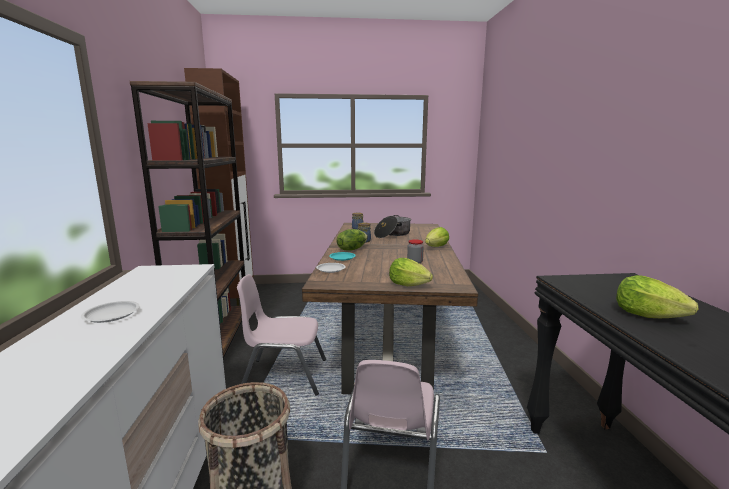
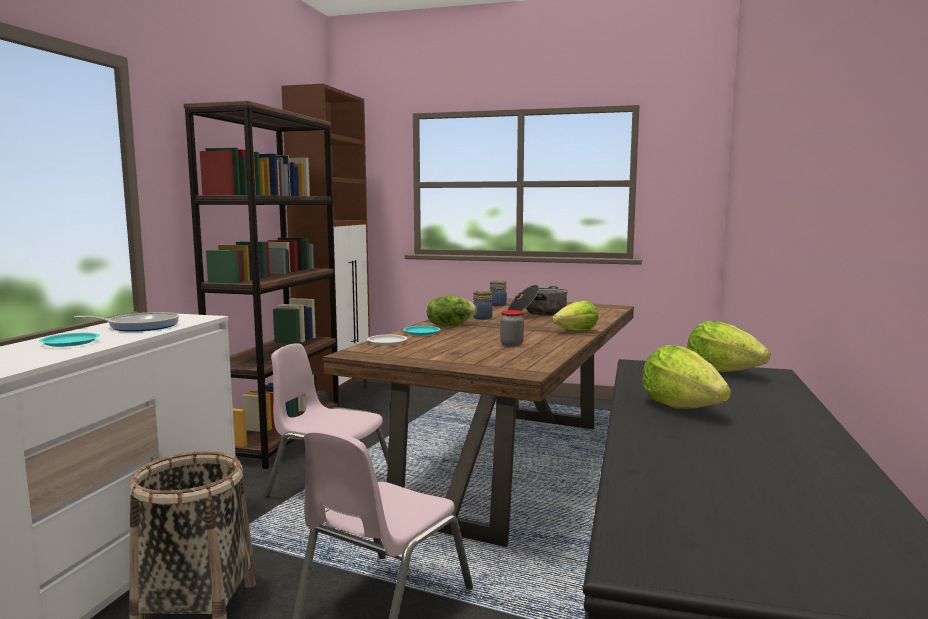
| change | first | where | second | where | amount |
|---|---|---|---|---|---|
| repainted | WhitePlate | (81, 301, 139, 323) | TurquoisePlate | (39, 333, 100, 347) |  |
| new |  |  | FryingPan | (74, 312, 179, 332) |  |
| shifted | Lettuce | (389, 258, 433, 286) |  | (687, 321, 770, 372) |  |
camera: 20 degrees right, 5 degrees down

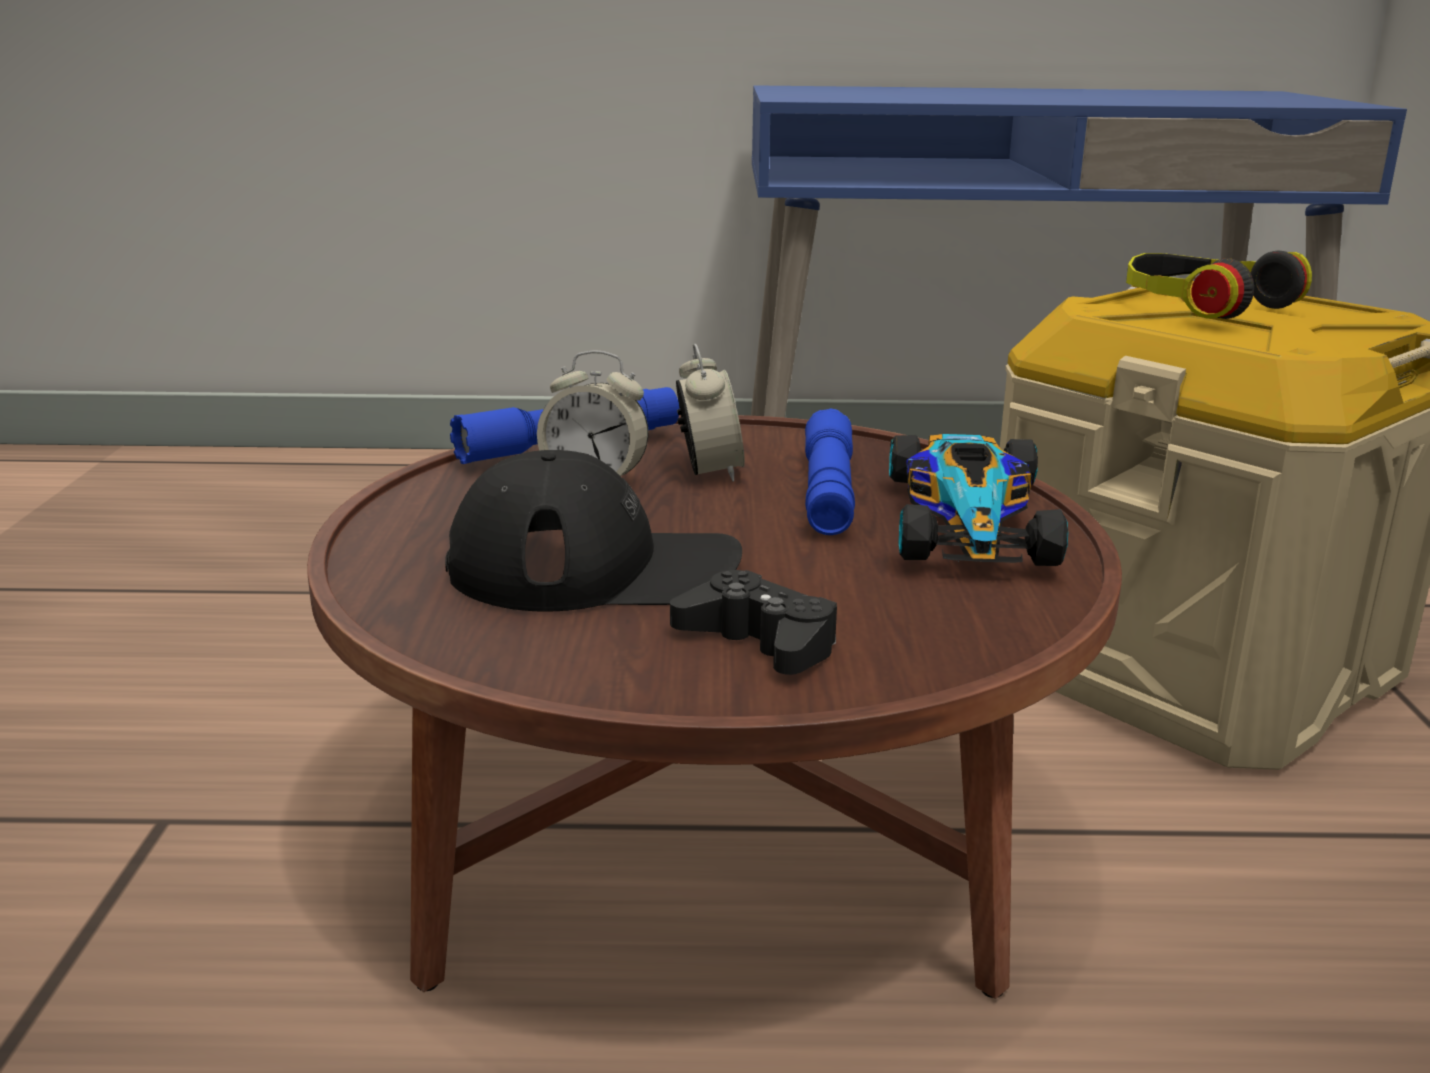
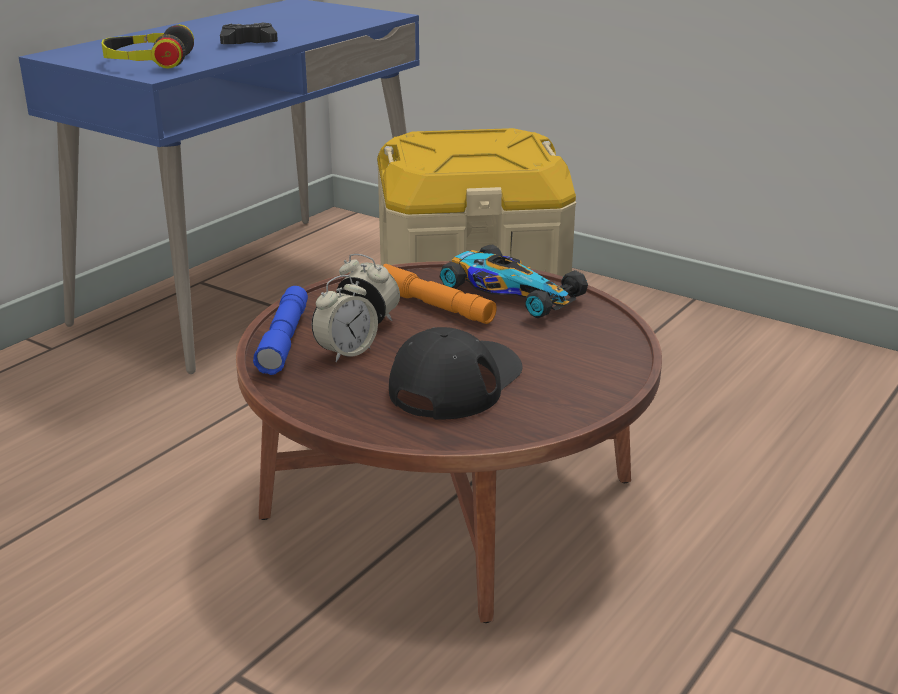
| change | first | where | second | where | amount |
|---|---|---|---|---|---|
| shifted | Headphones | (1126, 251, 1312, 319) |  | (102, 24, 194, 69) |  |
| shifted | BlackGameController | (670, 570, 837, 675) |  | (220, 23, 278, 44) |  |
| repainted | BlueFlashlight | (805, 408, 855, 535) | OrangeFlashlight | (383, 264, 497, 324) |  |
camera: 55 degrees left, 5 degrees up

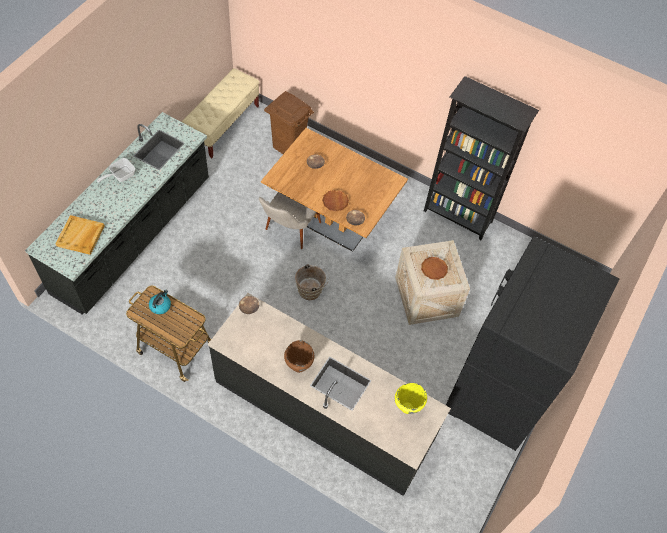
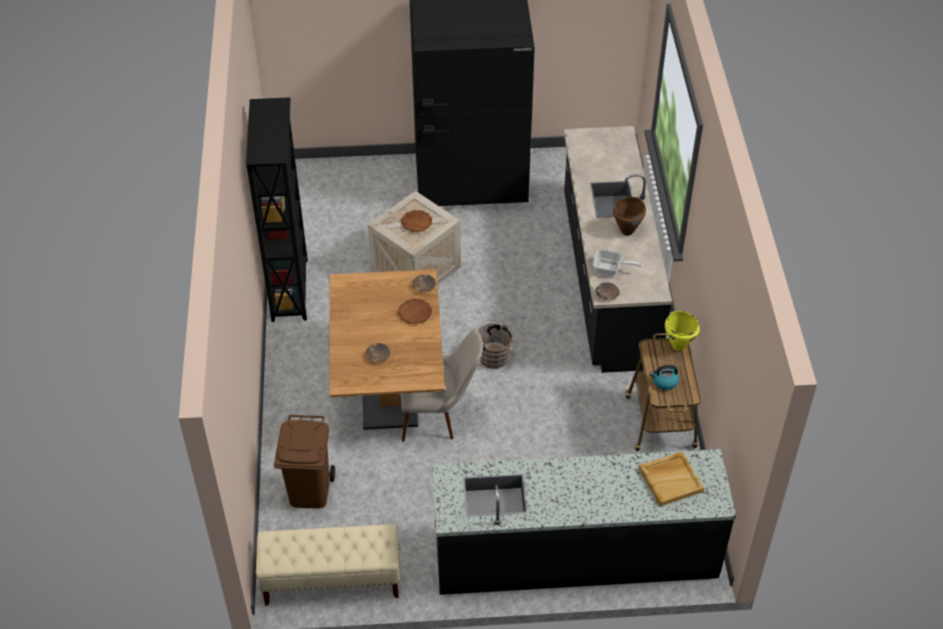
| change | first | where | second | where | amount |
|---|---|---|---|---|---|
| shifted | FryingPan | (97, 158, 135, 183) |  | (593, 249, 642, 276) |  |
| shifted | YellowCookingPot | (395, 383, 427, 414) |  | (665, 311, 700, 351) |  |
camera: 120 degrees left, 10 degrees down

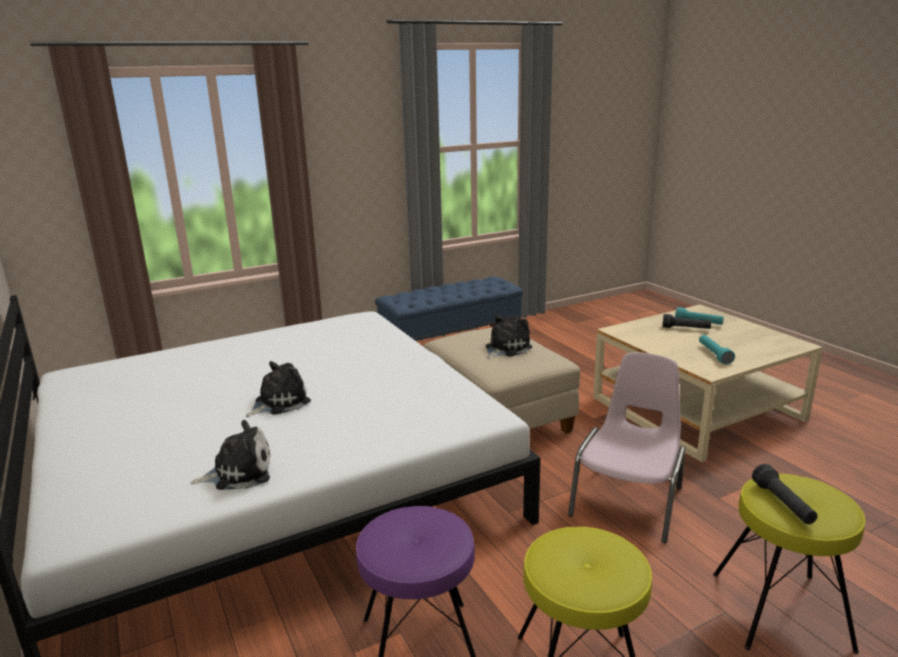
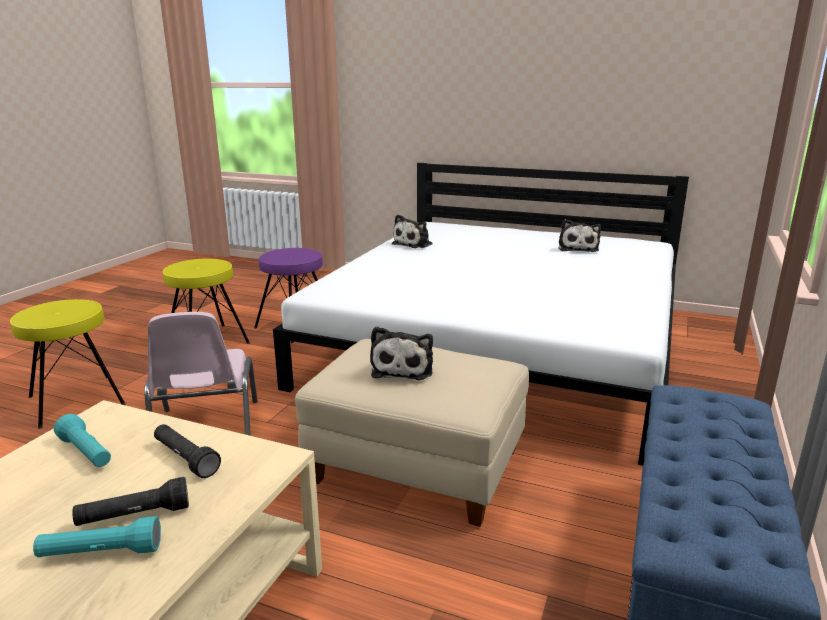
| change | first | where | second | where | amount |
|---|---|---|---|---|---|
| shifted | BlackFlashlight | (752, 464, 818, 524) |  | (154, 424, 221, 478) |  |
| shifted | PlushToy | (246, 361, 311, 417) |  | (558, 219, 601, 252) |  |
camera: 140 degrees right, 0 degrees up

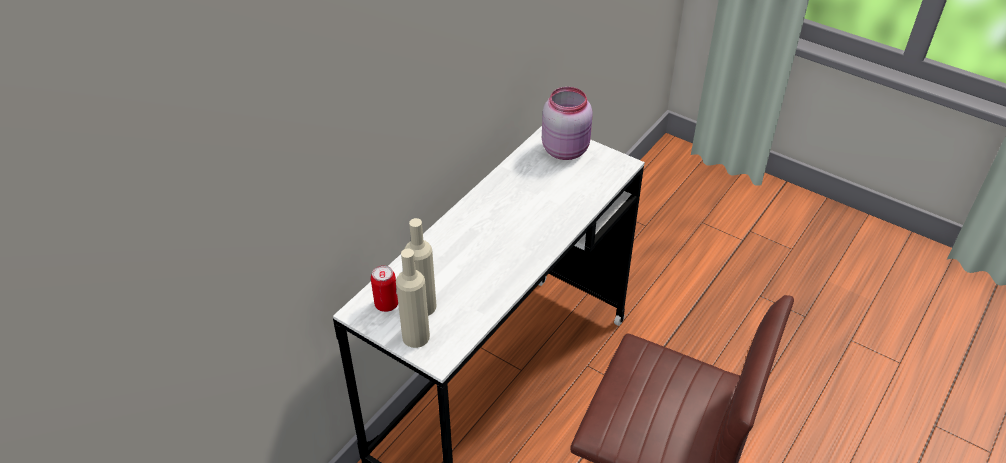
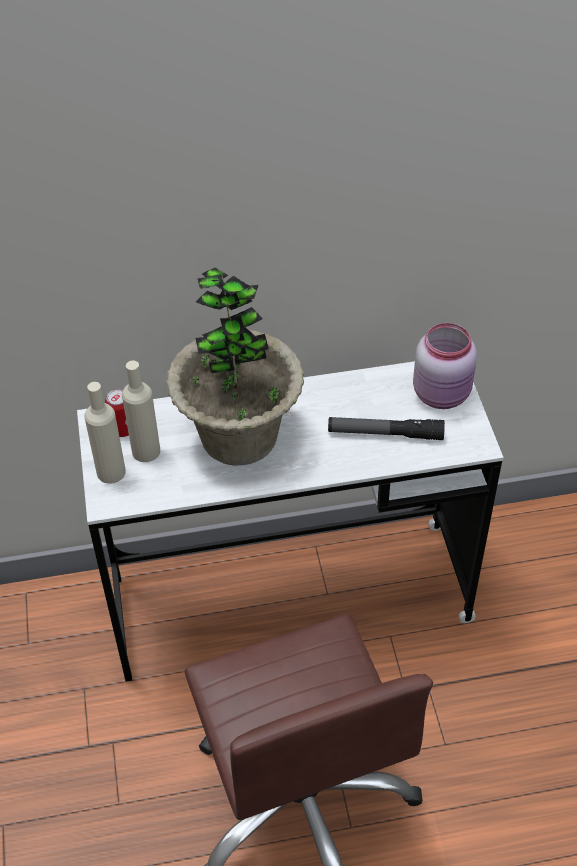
| change | first | where | second | where | amount |
|---|---|---|---|---|---|
| new |  |  | PottedPlant | (166, 267, 304, 465) |  |
| new |  |  | Flashlight | (328, 417, 445, 440) |  |
camera: 45 degrees right, 5 degrees up

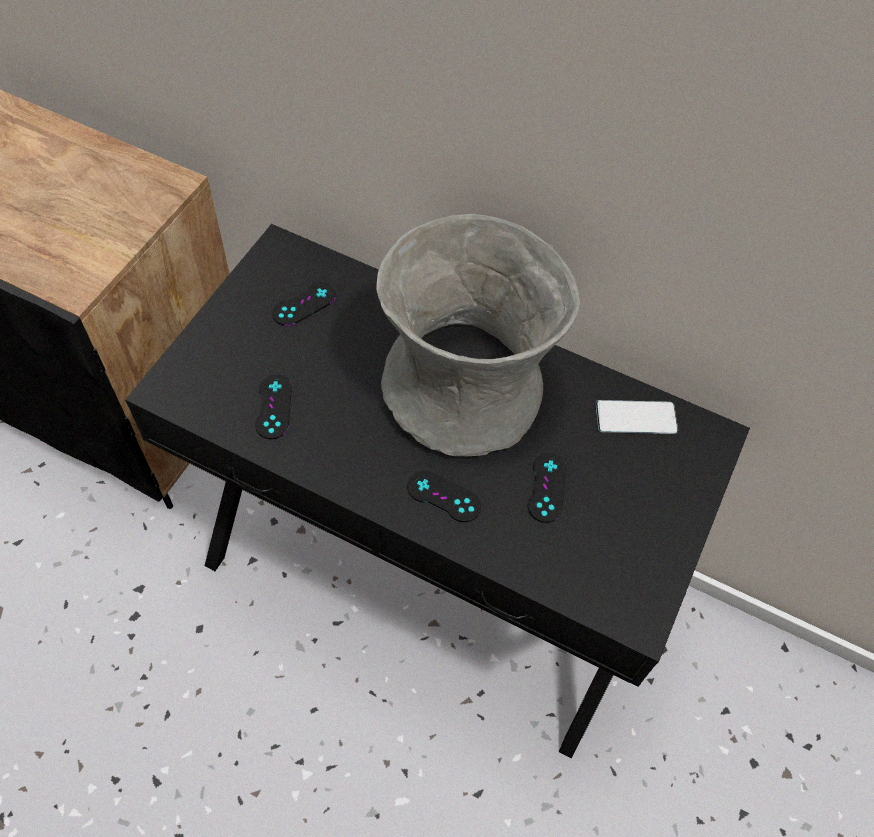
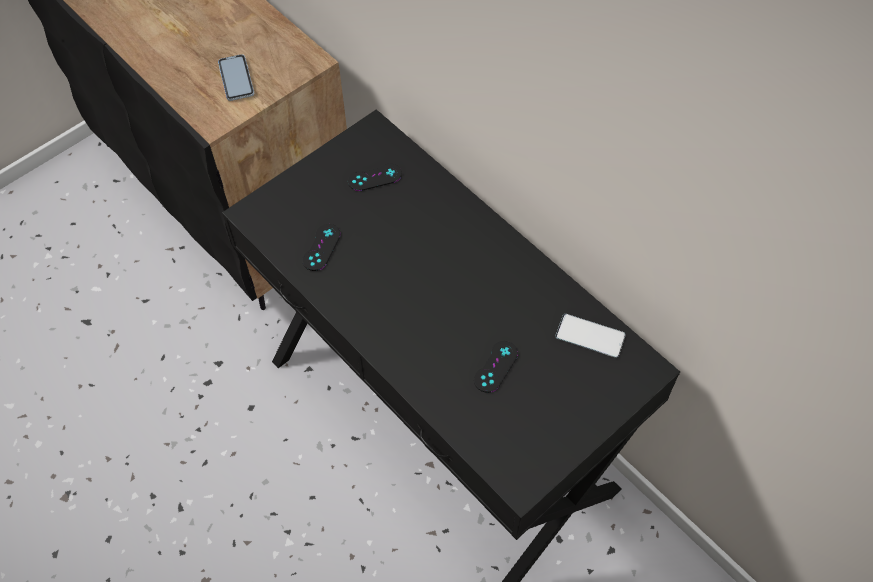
| change | first | where | second | where | amount |
|---|---|---|---|---|---|
| new |  |  | Phone | (218, 54, 254, 101) |  |
| gone | GreyVase | (376, 214, 580, 456) |  |  |  |
| gone | BlackGameController | (407, 471, 481, 522) |  |  |  |
camera: 25 degrees right, 0 degrees up

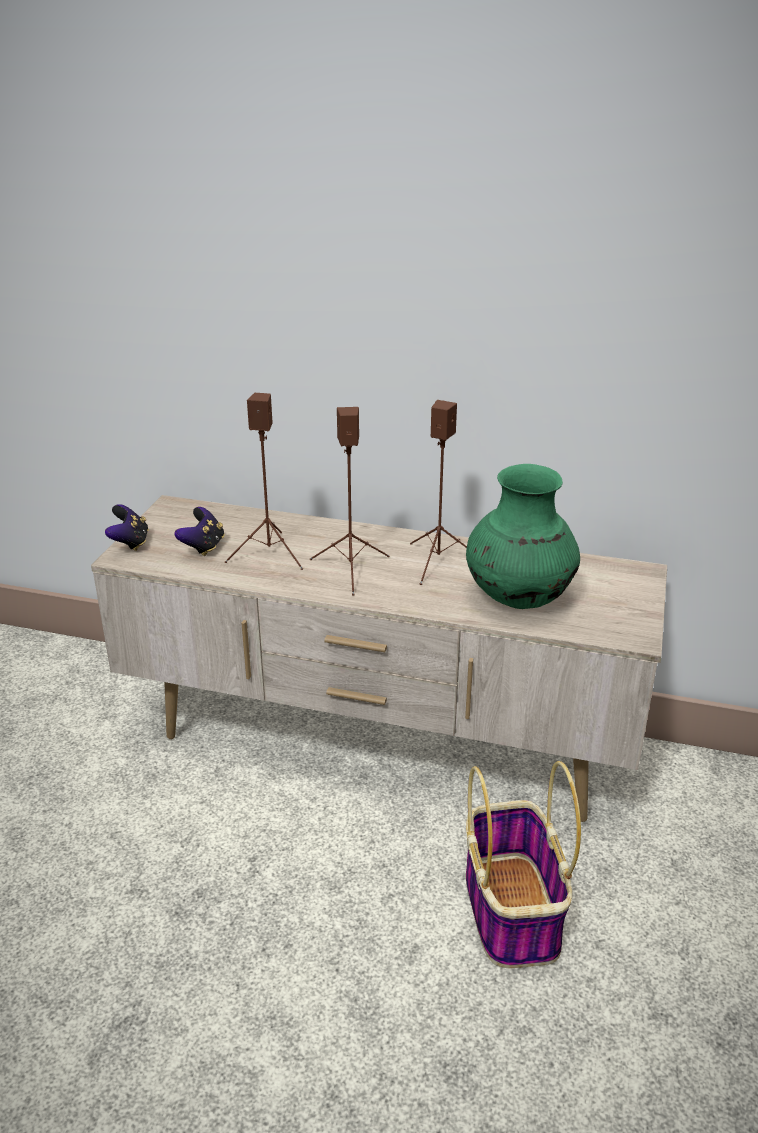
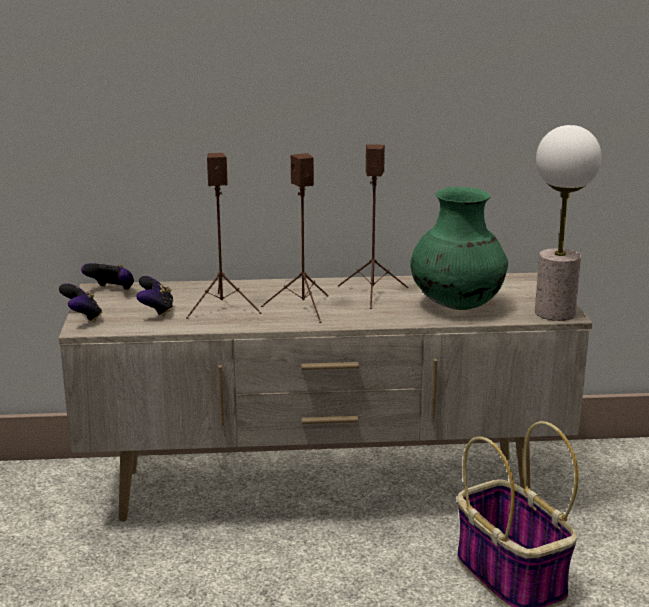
| change | first | where | second | where | amount |
|---|---|---|---|---|---|
| new |  |  | GameController | (81, 263, 134, 290) |  |
| new |  |  | TableLamp | (535, 125, 601, 321) |  |
camera: 20 degrees left, 10 degrees down

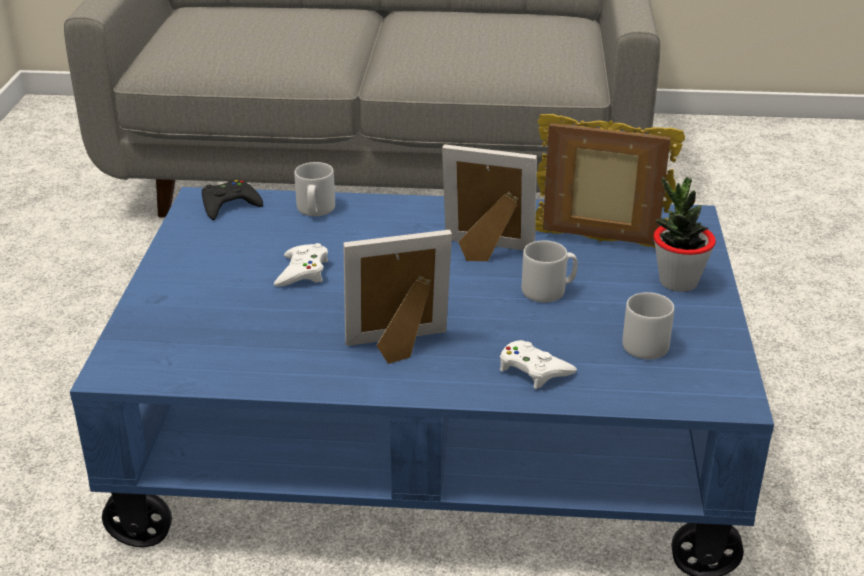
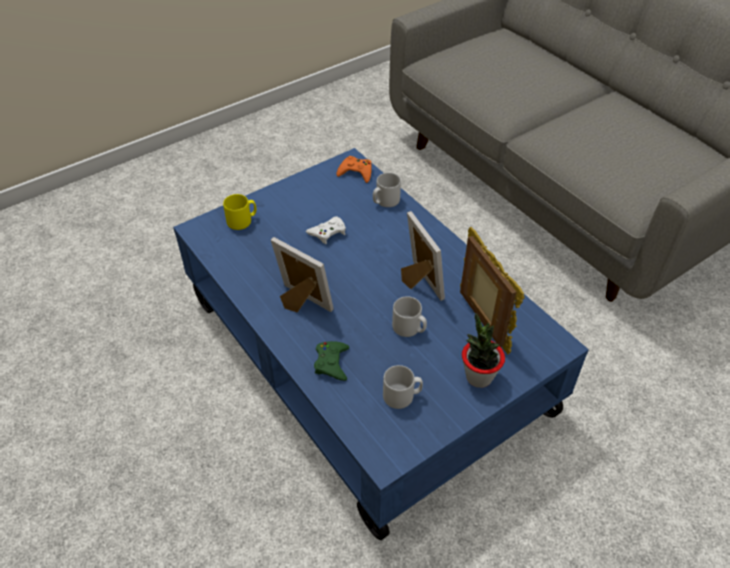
| change | first | where | second | where | amount |
|---|---|---|---|---|---|
| new |  |  | YellowMug | (223, 194, 256, 230) |  |
| repainted | WhiteGameController | (500, 340, 577, 389) | GreenGameController | (314, 341, 349, 381) |  |
| repainted | BlackGameController | (202, 179, 263, 220) | OrangeGameController | (336, 156, 372, 183) |  |
camera: 50 degrees right, 15 degrees up

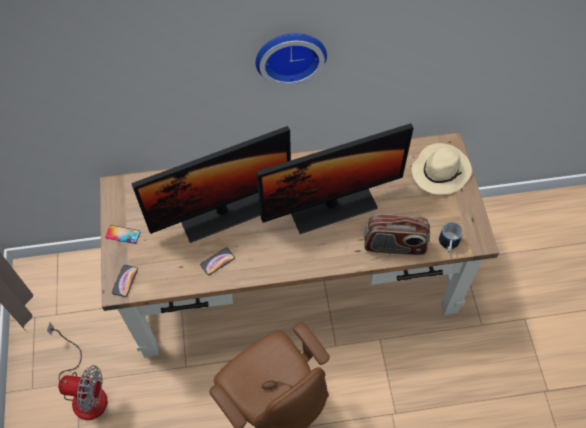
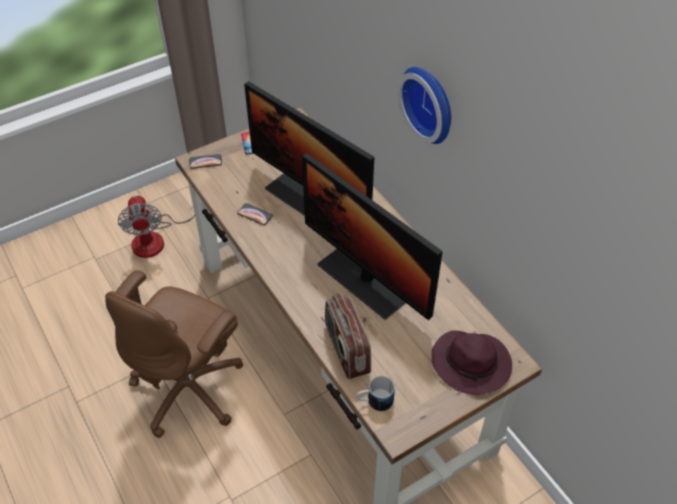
| change | first | where | second | where | amount |
|---|---|---|---|---|---|
| repainted | BeigeHat | (412, 143, 472, 195) | PurpleHat | (431, 331, 512, 395) |  |
camera: 65 degrees right, 10 degrees down

